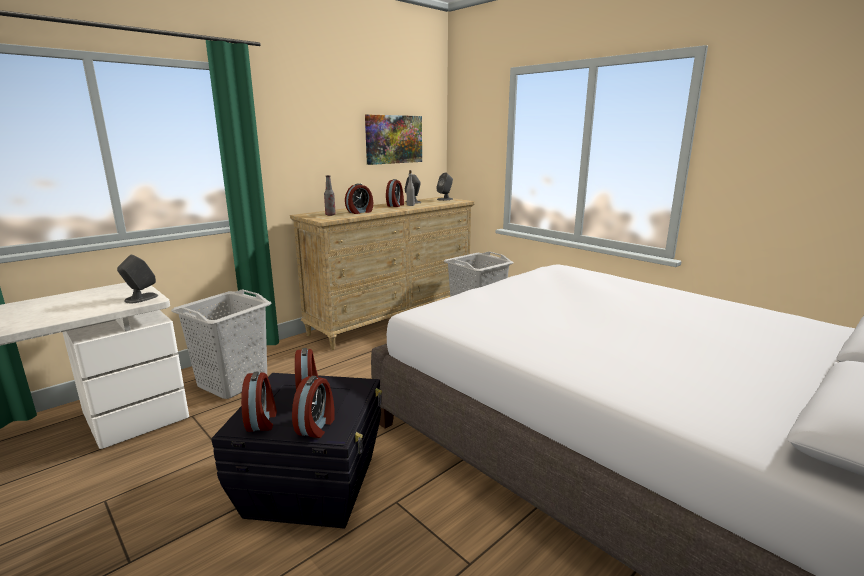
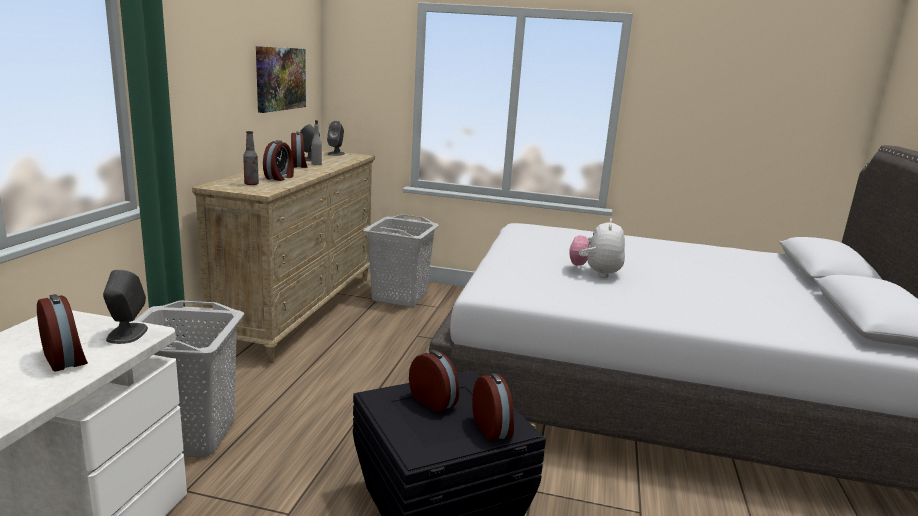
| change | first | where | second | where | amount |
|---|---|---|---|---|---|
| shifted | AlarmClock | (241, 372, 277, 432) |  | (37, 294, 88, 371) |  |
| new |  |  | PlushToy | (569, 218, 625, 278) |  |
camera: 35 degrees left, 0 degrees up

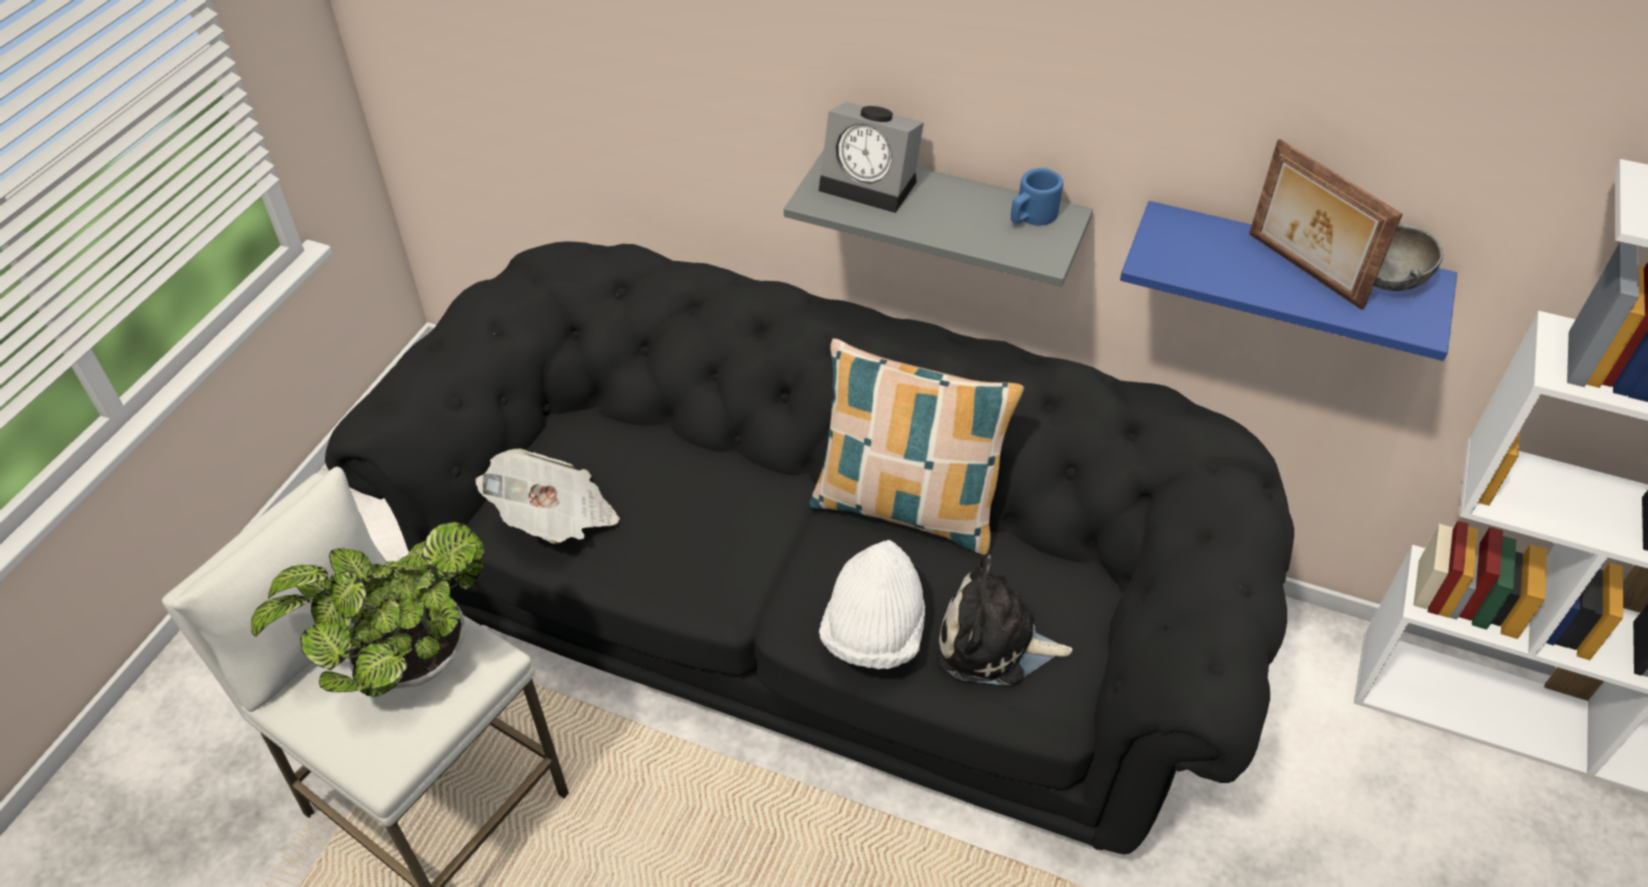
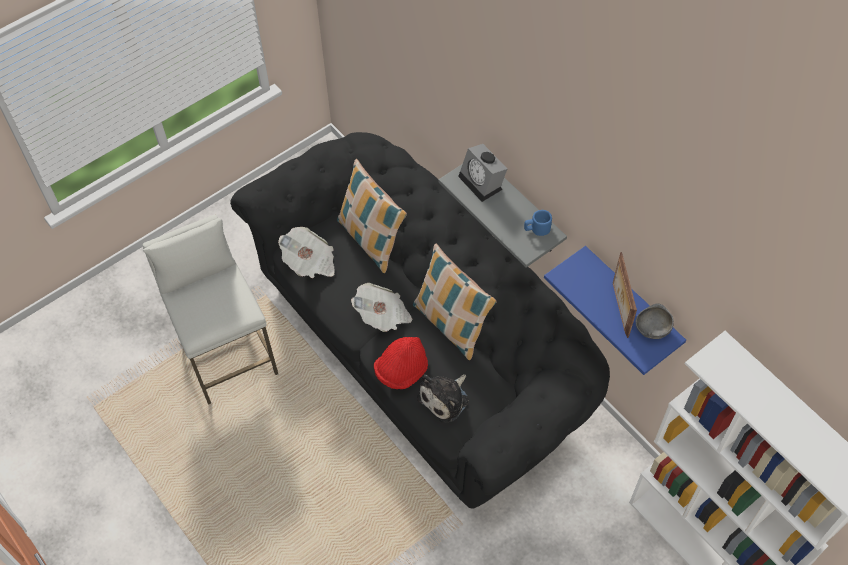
| change | first | where | second | where | amount |
|---|---|---|---|---|---|
| new |  |  | Pillow | (337, 159, 407, 273) |  |
| new |  |  | Newspaper | (351, 283, 412, 332) |  |
| repainted | WhiteHat | (819, 540, 925, 669) | RedHat | (374, 337, 428, 389) |  |
| rotated | PlushToy | (937, 554, 1073, 686) |  | (417, 374, 469, 423) | 90 degrees counterclockwise |
| gone | PottedPlant | (251, 521, 485, 697) |  |  |  |
camera: 30 degrees right, 10 degrees up

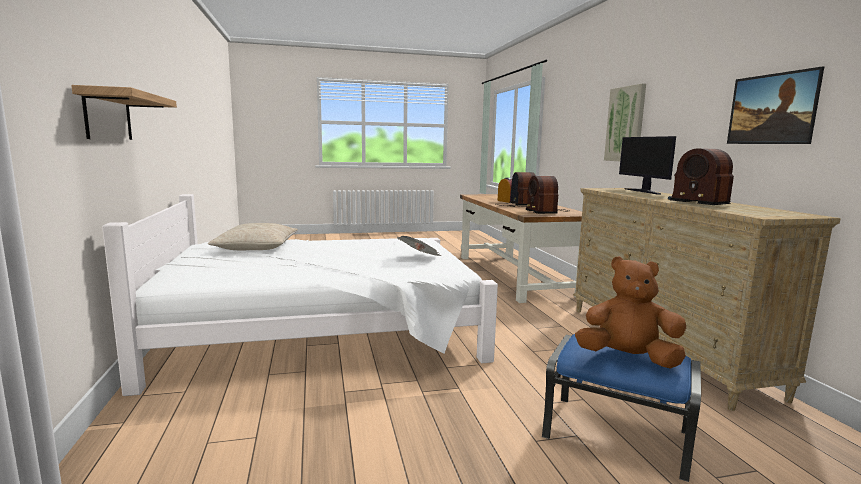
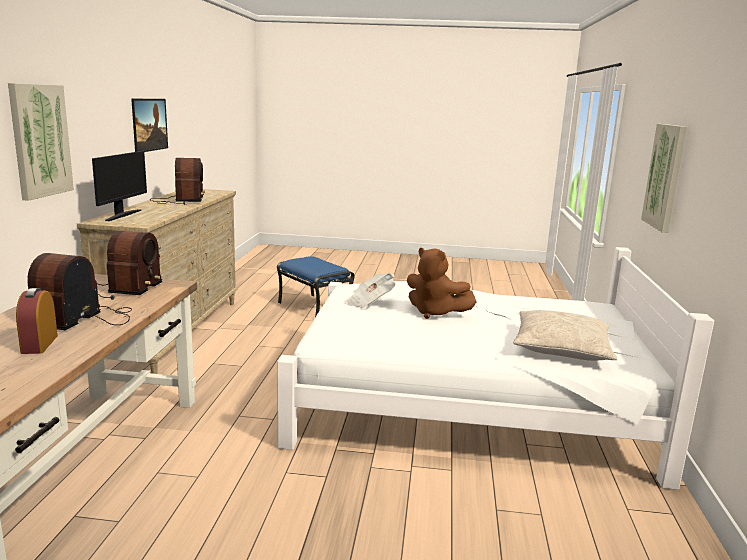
| change | first | where | second | where | amount |
|---|---|---|---|---|---|
| shifted | BrownPlushToy | (575, 256, 686, 369) |  | (407, 248, 477, 319) |  |
| swapped | Shelf | (71, 85, 177, 140) | Picture | (641, 124, 687, 233) |  |
camera: 160 degrees left, 5 degrees up

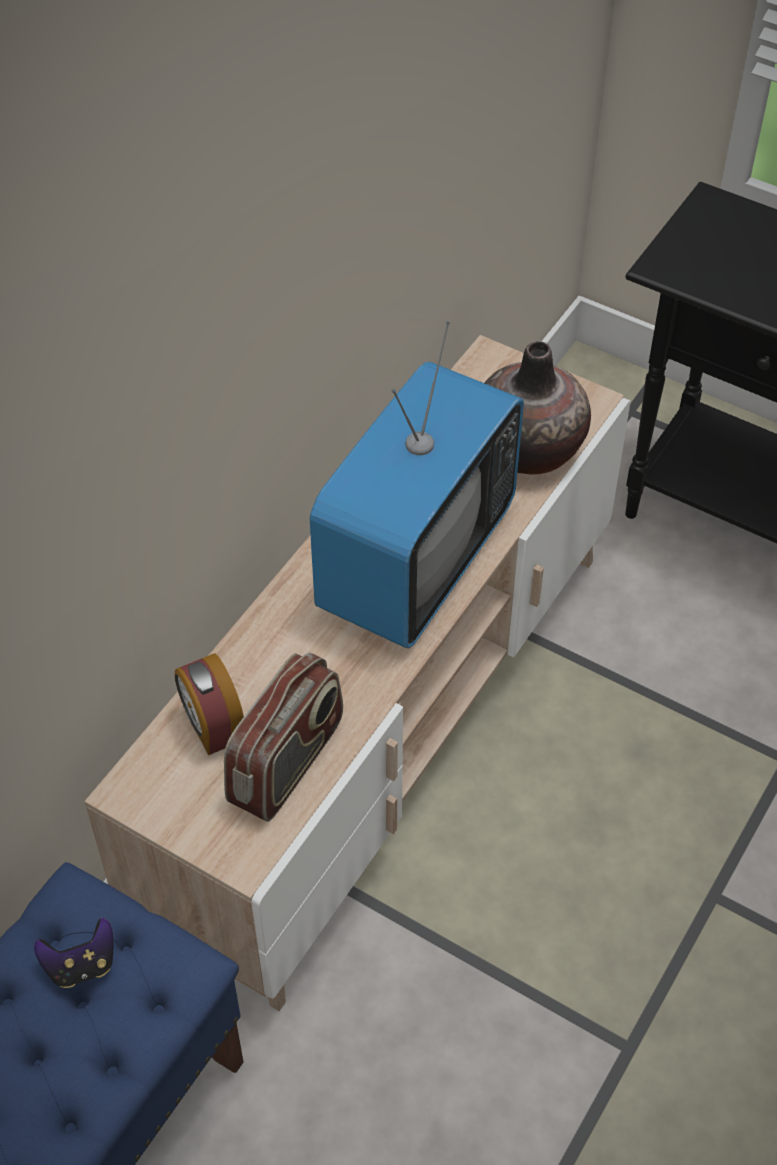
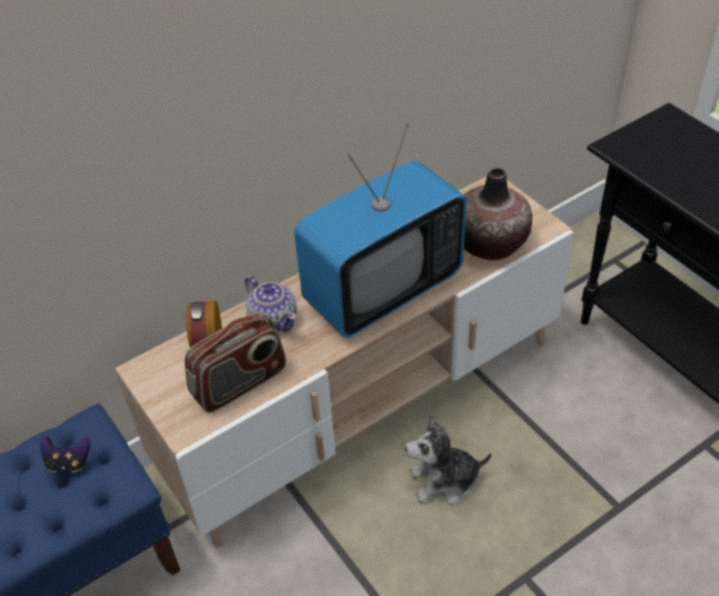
| change | first | where | second | where | amount |
|---|---|---|---|---|---|
| new |  |  | Teapot | (245, 276, 297, 332) |  |
| new |  |  | PlushToy | (405, 414, 492, 504) |  |
camera: 25 degrees right, 5 degrees down

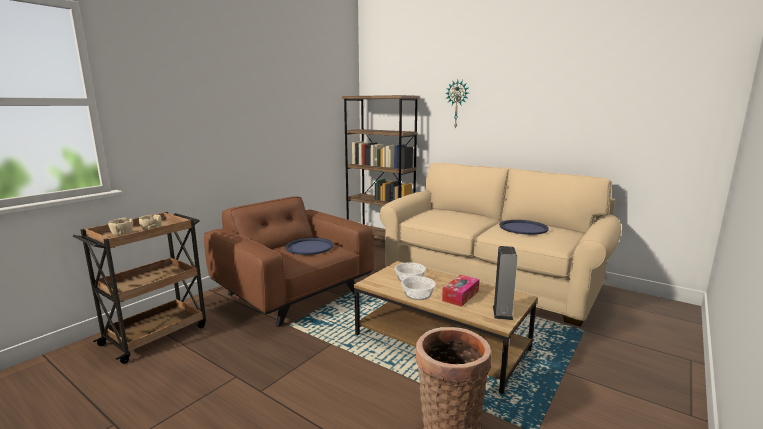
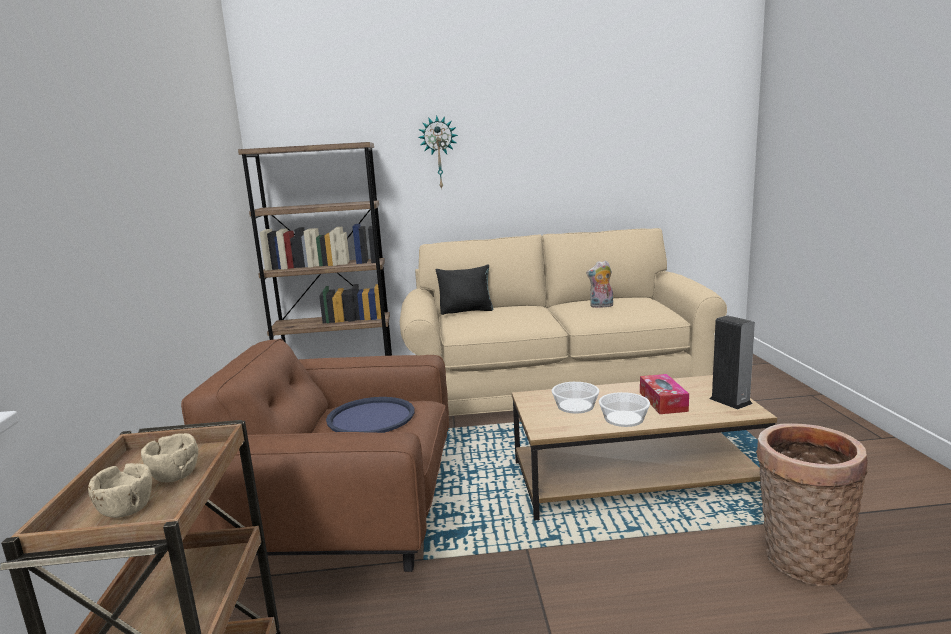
| change | first | where | second | where | amount |
|---|---|---|---|---|---|
| new |  |  | BlackPillow | (436, 264, 493, 315) |  |
| swapped | BlueTray | (499, 220, 549, 235) | PlushToy | (586, 260, 613, 308) |  |
camera: 40 degrees left, 0 degrees up

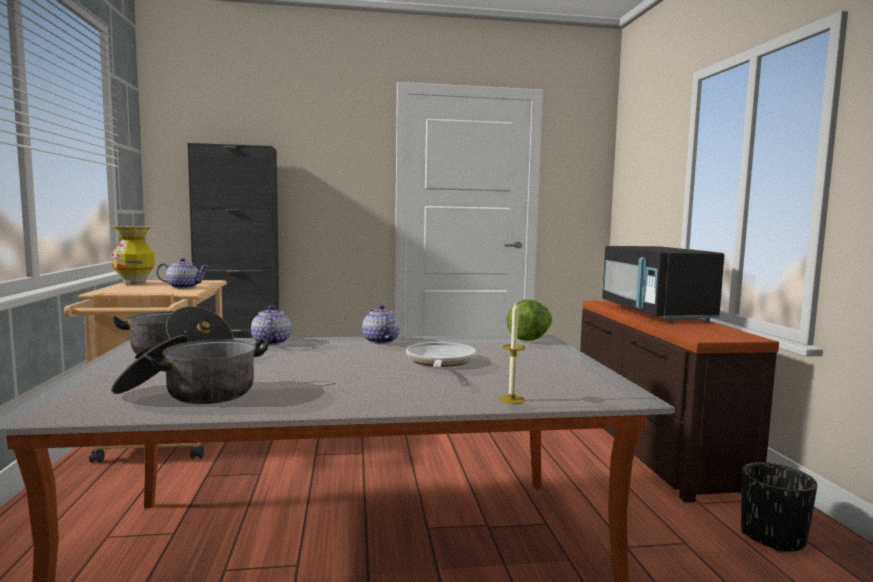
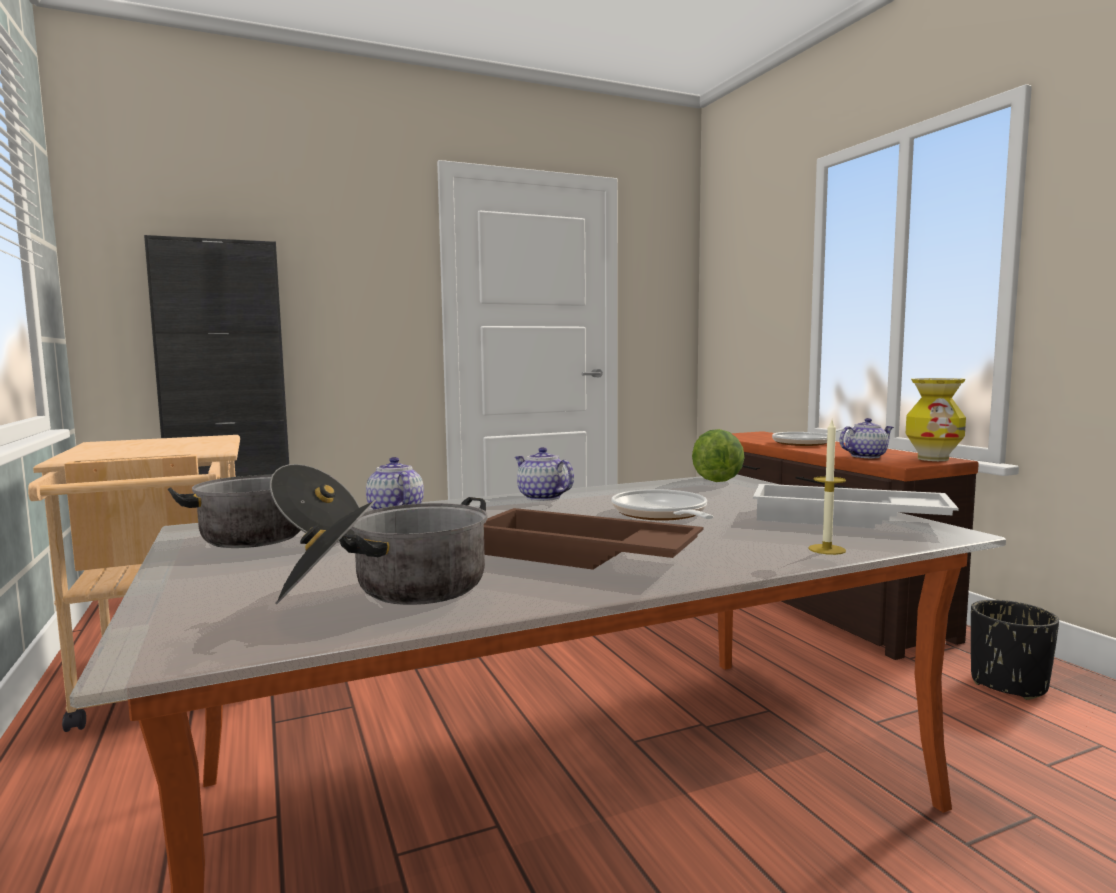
| change | first | where | second | where | amount |
|---|---|---|---|---|---|
| new |  |  | BrownTray | (484, 508, 703, 570) |  |
| new |  |  | WhiteTray | (753, 484, 958, 529) |  |
| swapped | BlackMicrowave | (602, 246, 724, 323) | FryingPan | (772, 426, 854, 446) |  |
| shifted | Teapot | (156, 258, 209, 289) |  | (839, 418, 894, 458) |  |
| shifted | Vase | (112, 226, 155, 285) |  | (906, 378, 966, 461) |  |
camera: 15 degrees left, 0 degrees up

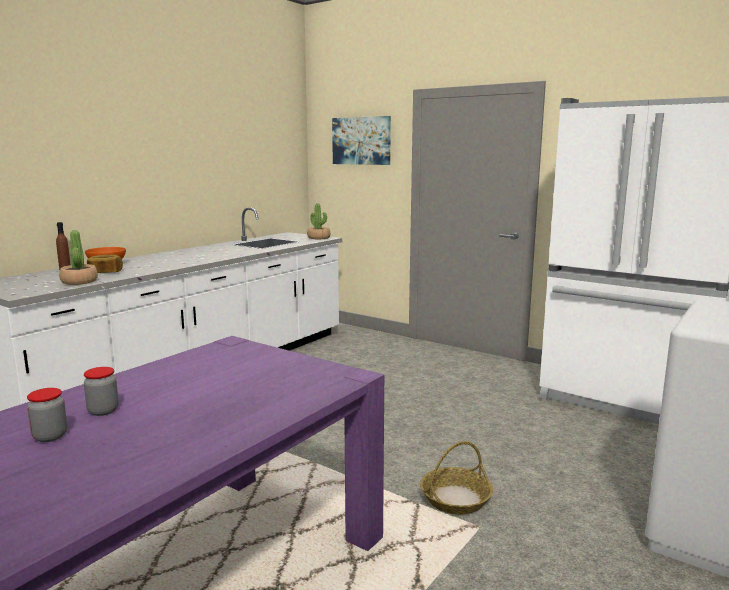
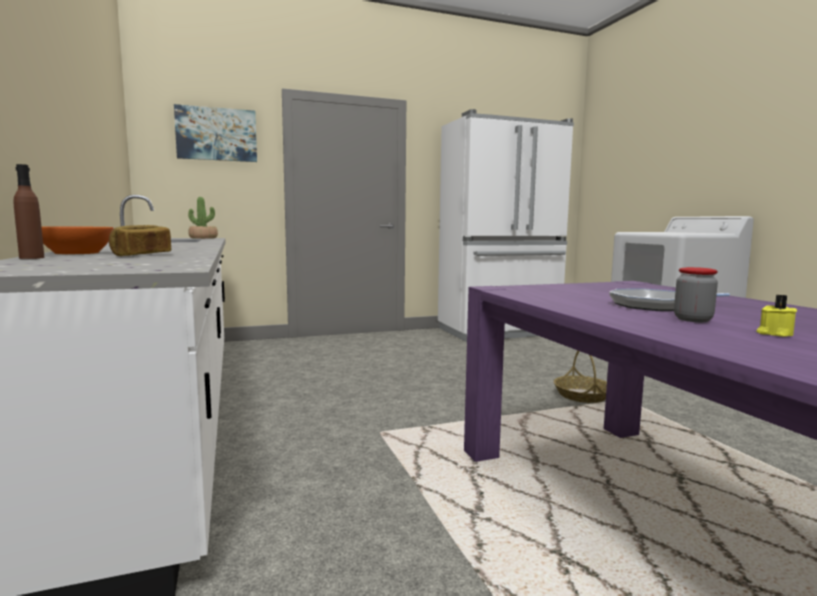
| change | first | where | second | where | amount |
|---|---|---|---|---|---|
| new |  |  | FryingPan | (609, 288, 730, 311) |  |
| swapped | Jar | (27, 388, 67, 442) | YellowCandle | (756, 295, 797, 337) |  |
| gone | PottedPlant | (59, 230, 98, 285) |  |  |  |
camera: 55 degrees left, 5 degrees down

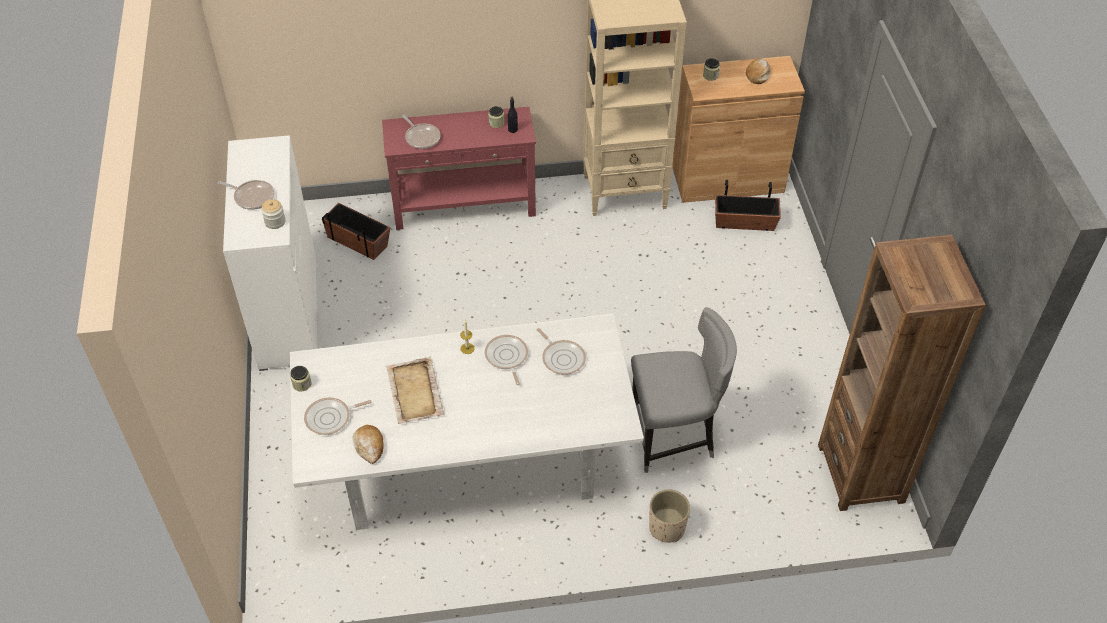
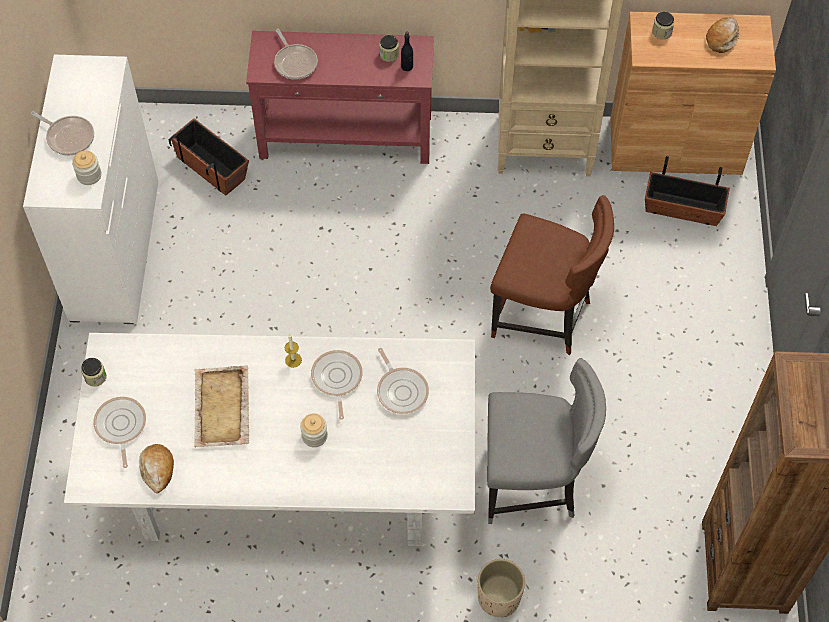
| change | first | where | second | where | amount |
|---|---|---|---|---|---|
| rotated | FryingPan | (304, 397, 372, 435) |  | (93, 397, 146, 468) | 90 degrees clockwise |
| new |  |  | Jar | (300, 413, 328, 447) |  |
| new |  |  | BrownChair | (490, 195, 614, 355) |  |
camera: 10 degrees right, 10 degrees up

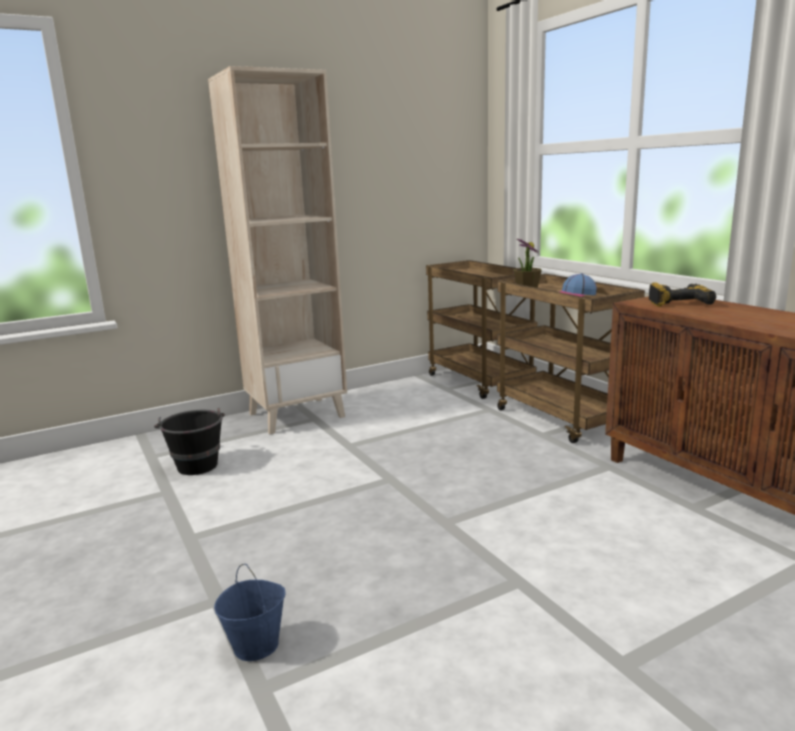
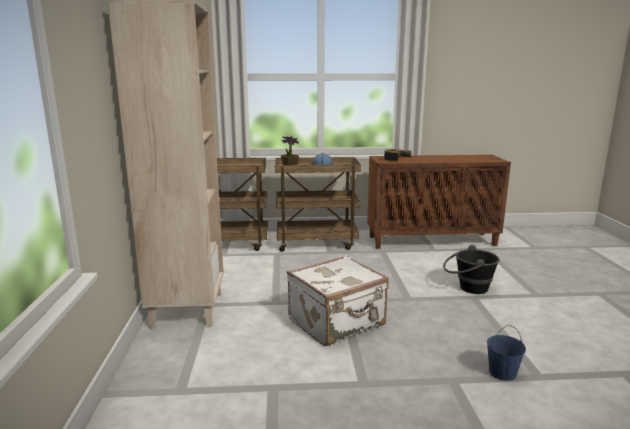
| change | first | where | second | where | amount |
|---|---|---|---|---|---|
| new |  |  | WhiteSuitcase | (287, 255, 389, 346) |  |
| shifted | BlackBucket | (154, 408, 225, 475) |  | (443, 245, 500, 294) |  |
camera: 65 degrees left, 0 degrees up

